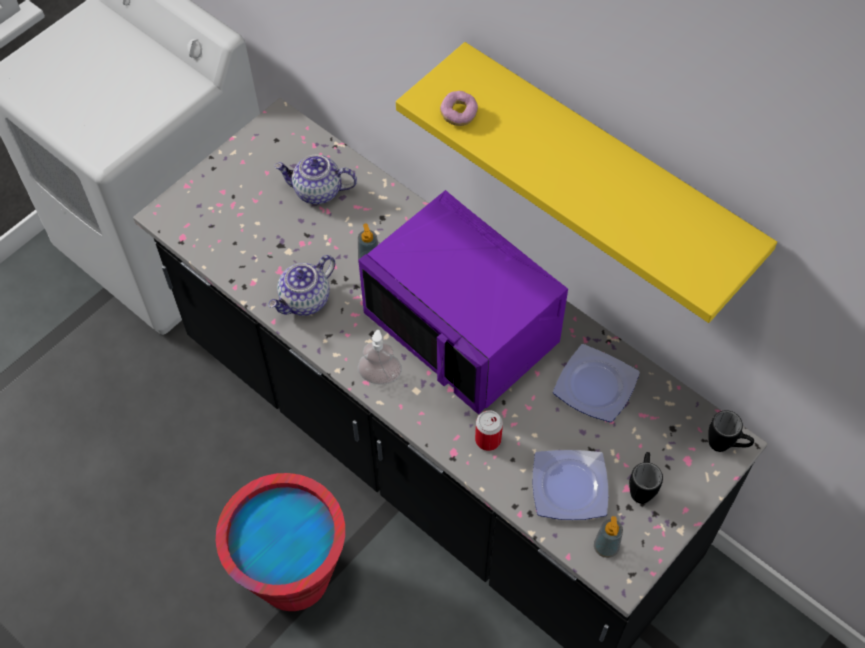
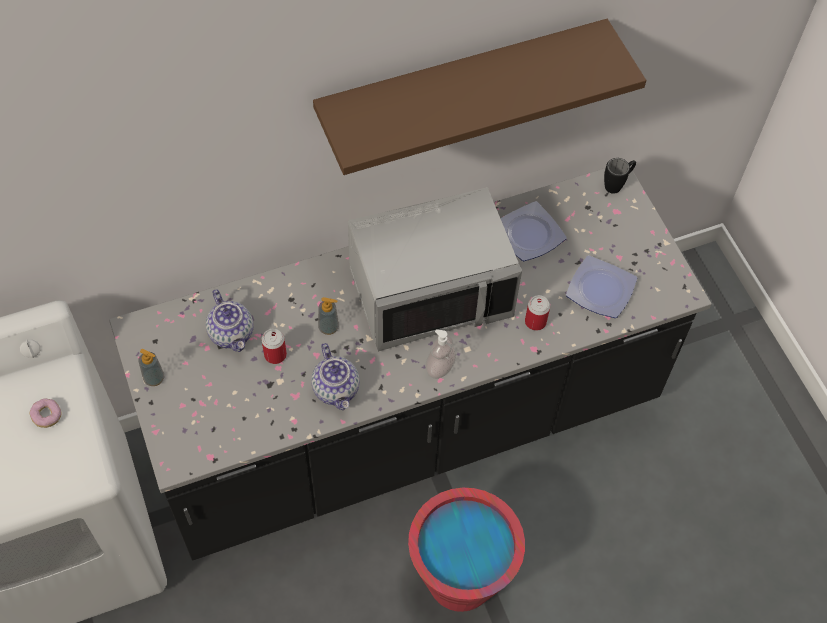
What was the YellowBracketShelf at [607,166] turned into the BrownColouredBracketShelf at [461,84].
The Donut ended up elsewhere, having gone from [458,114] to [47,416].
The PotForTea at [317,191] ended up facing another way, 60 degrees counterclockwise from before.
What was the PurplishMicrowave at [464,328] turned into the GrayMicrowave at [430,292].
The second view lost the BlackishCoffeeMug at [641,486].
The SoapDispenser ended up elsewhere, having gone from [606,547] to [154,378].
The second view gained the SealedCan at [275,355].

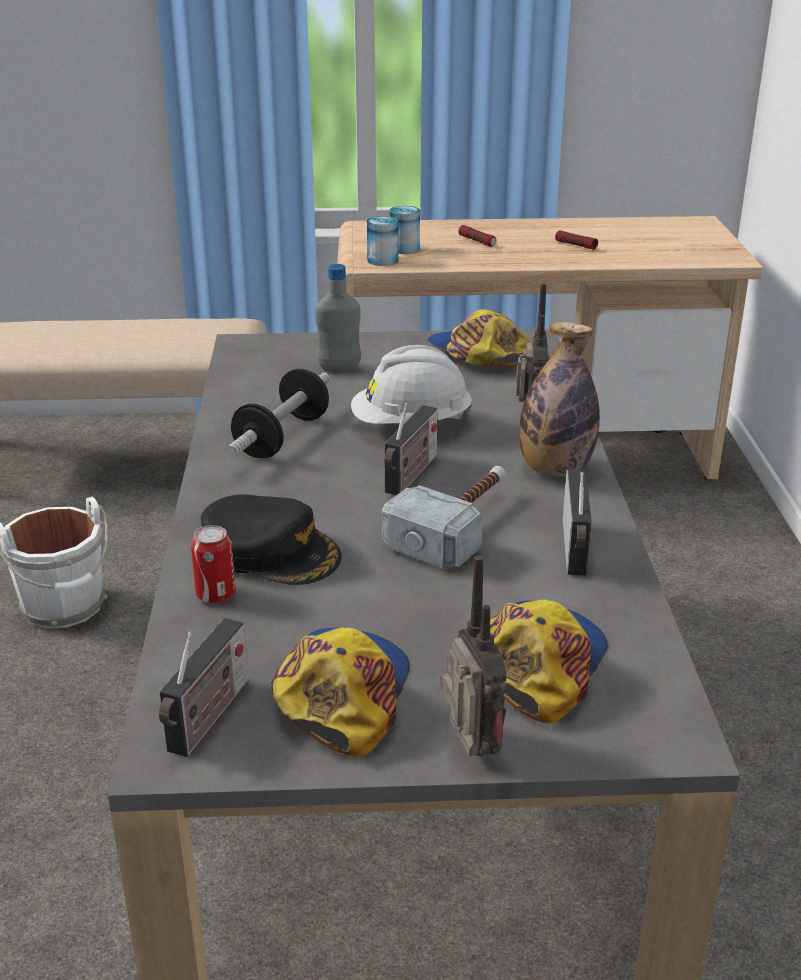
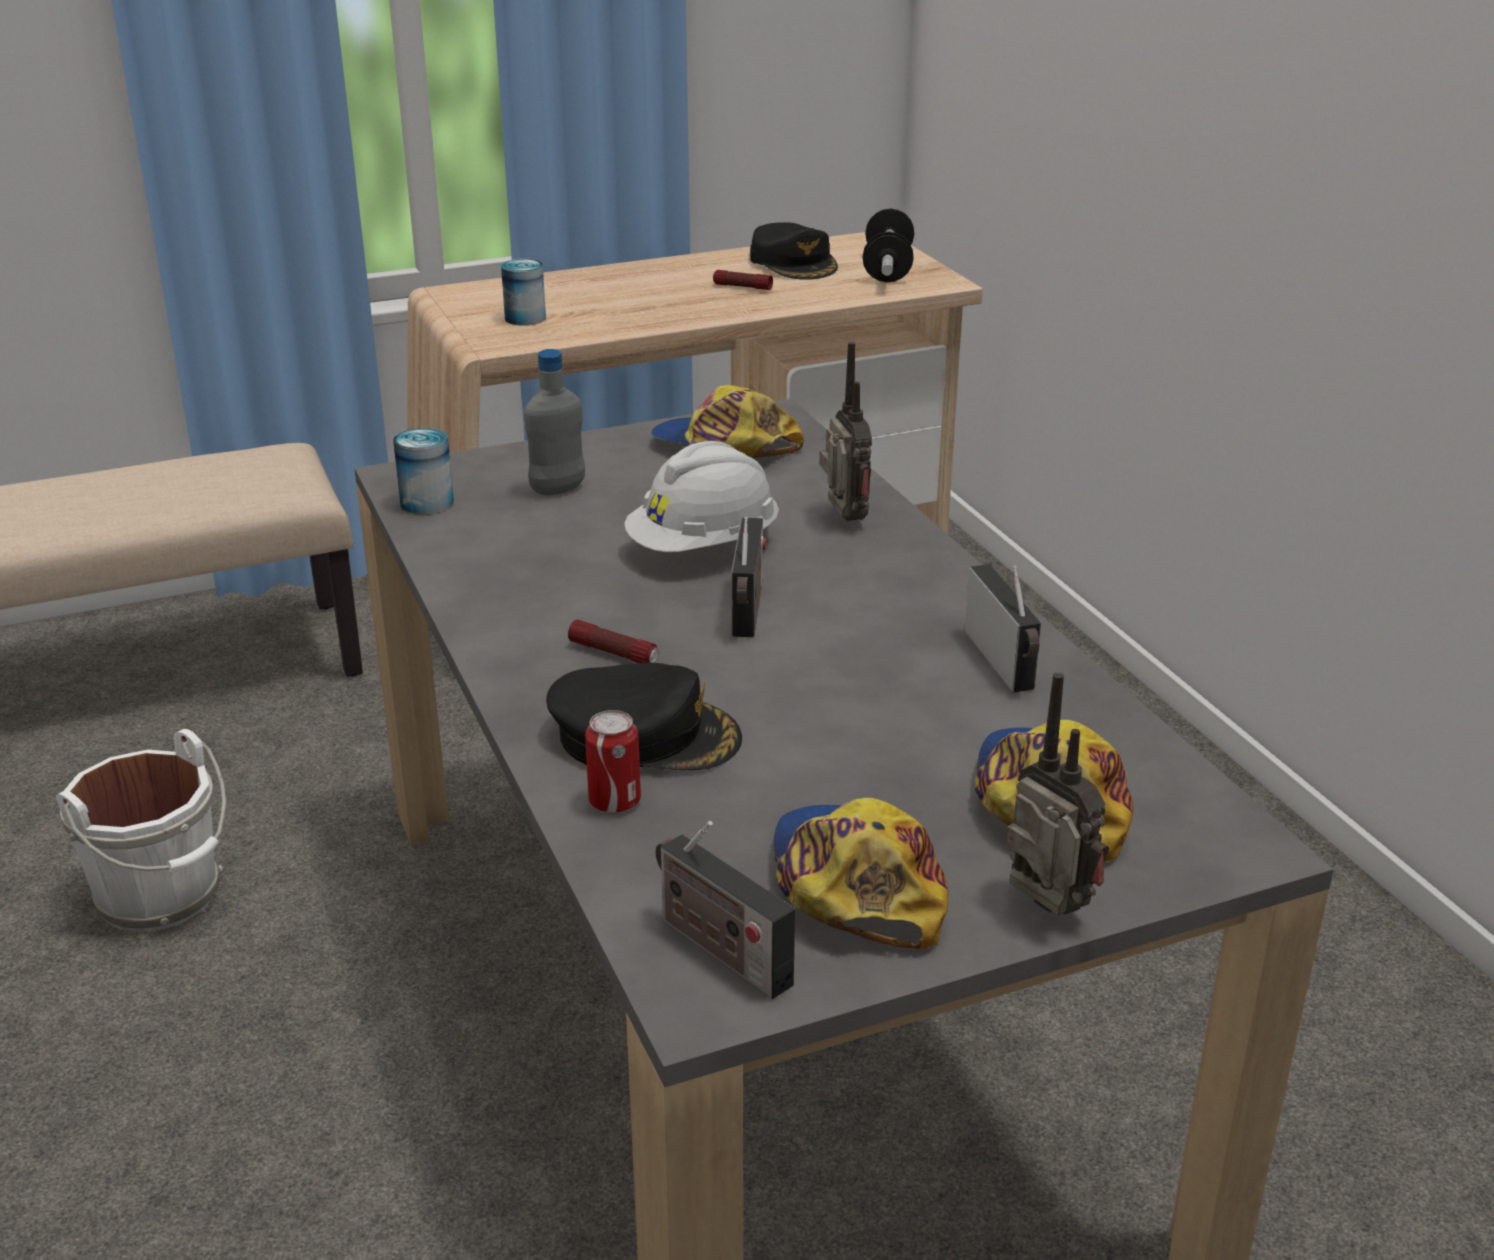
The SealedCan ended up elsewhere, having gone from [382,260] to [427,503].
The HandTorch ended up elsewhere, having gone from [477,241] to [614,653].
The second view lost the Bottle at [555,469].
The HandWeight ended up elsewhere, having gone from [282,437] to [887,269].
The second view lost the HandHammer at [458,526].
The RadioReceiver at [207,719] ended up facing another way, 135 degrees clockwise from before.
The second view gained the BlackishBaseballCap at [794,263].

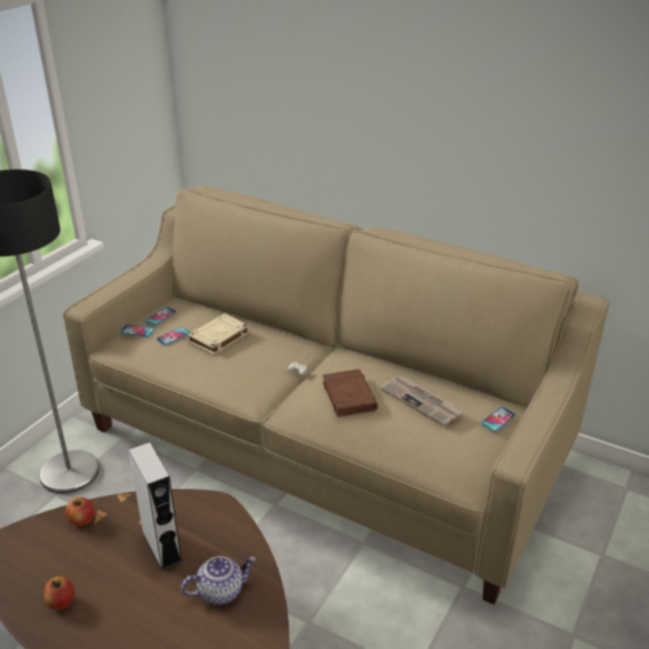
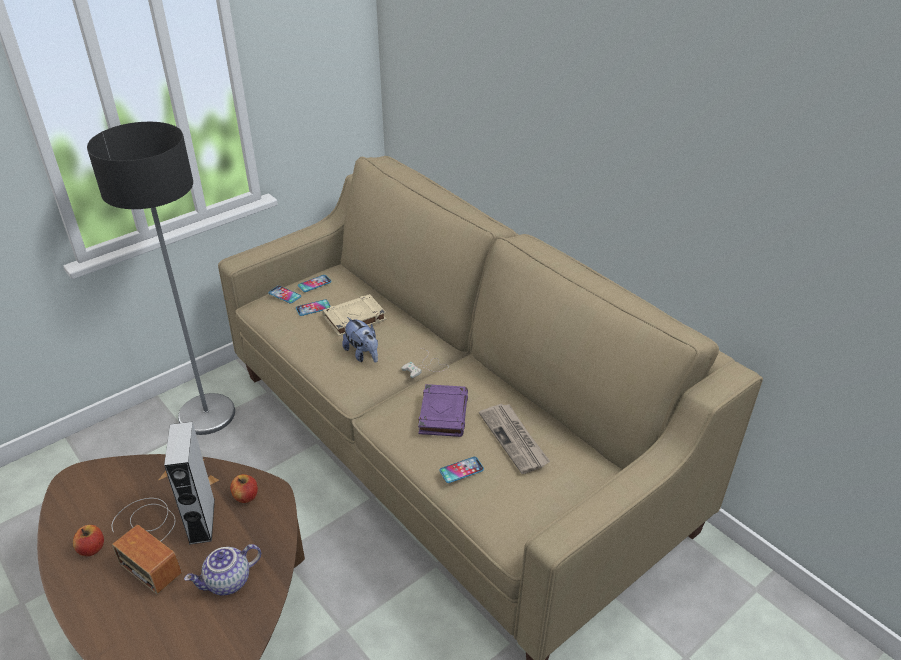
What was the BrownColouredBook at [348,396] turned into the PurplishBook at [443,413].
The Handset ended up elsewhere, having gone from [498,419] to [461,470].
The Apple ended up elsewhere, having gone from [82,520] to [246,496].
The PotForTea at [221,591] ended up facing another way, 150 degrees clockwise from before.
The second view gained the CuddlyToy at [363,354].
The second view gained the RadioReceiver at [149,540].

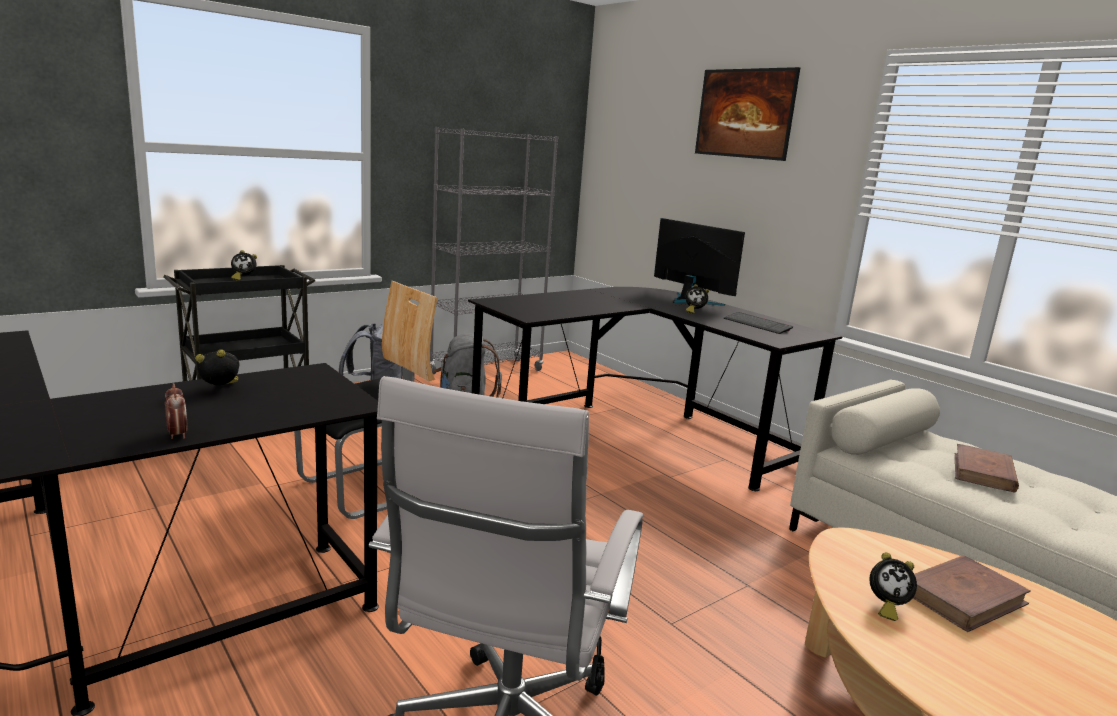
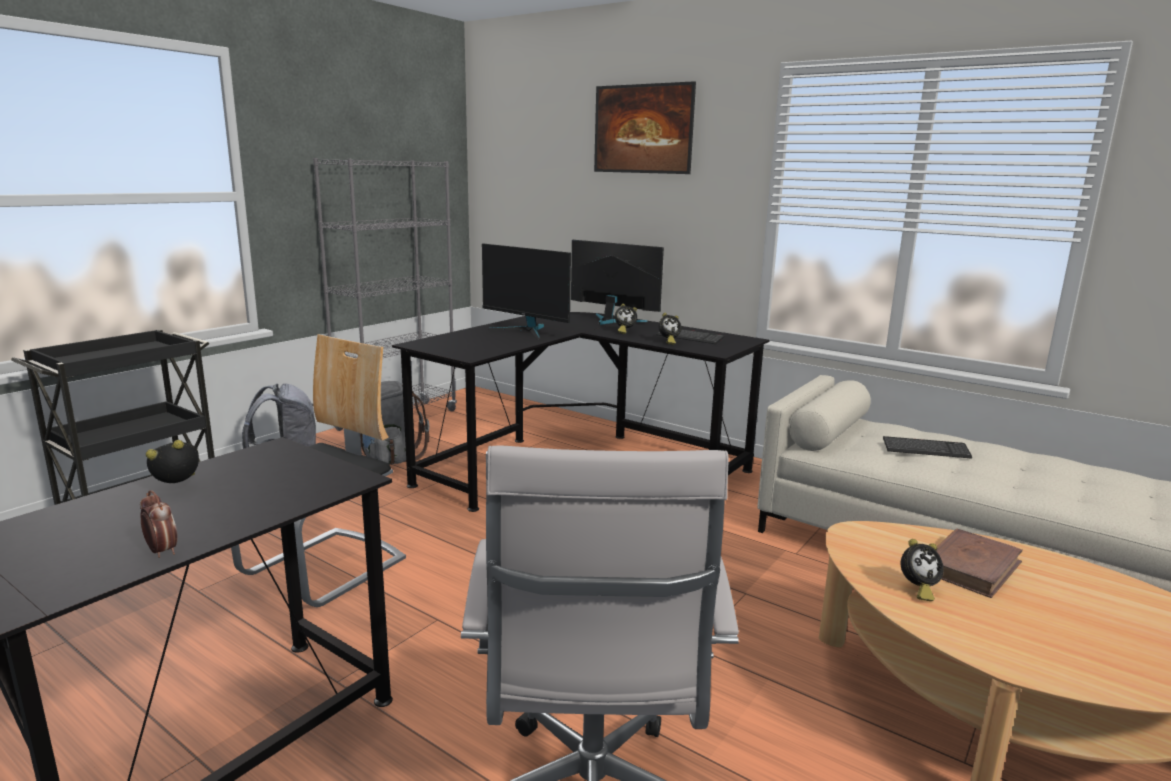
The BedsideClock ended up elsewhere, having gone from [243,279] to [668,342].
Where the BrownColouredBook stood at [983,472], the PcKeyboard came to stand at [925,449].
The second view gained the ComputerDisplay at [526,330].

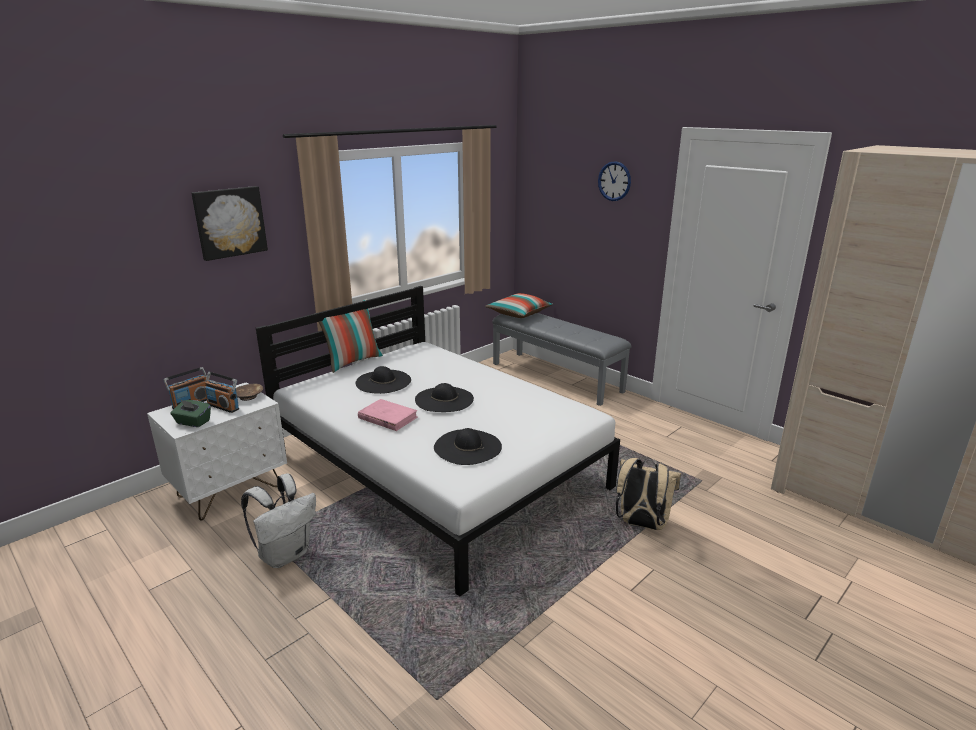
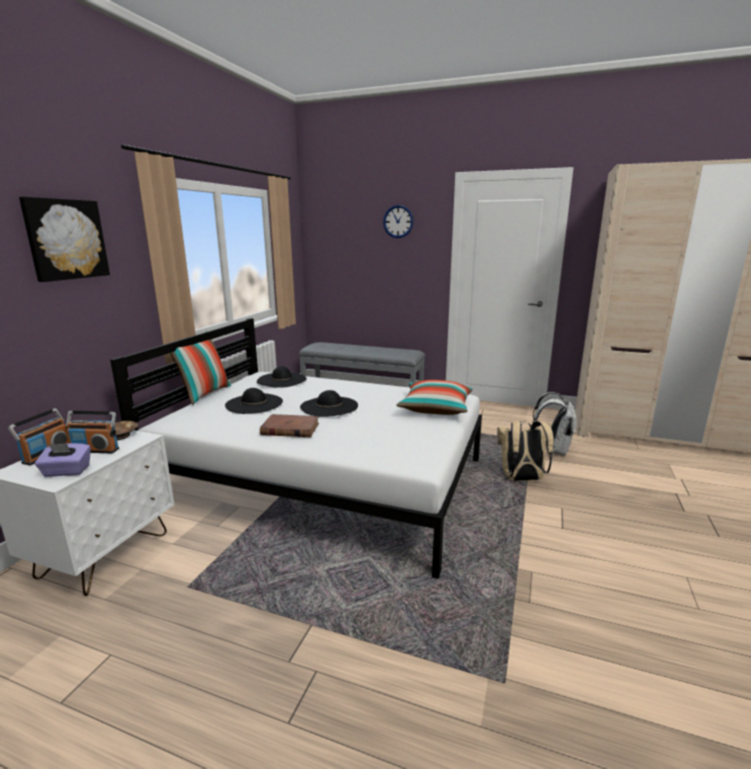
The Cushion ended up elsewhere, having gone from [519,314] to [435,408].
What was the PinkBook at [387,418] turned into the BrownColouredBook at [290,429].
What was the GreenishBoxOfTissues at [193,422] turned into the PurplishBoxOfTissues at [67,471].
The BlackishWearableHat ended up elsewhere, having gone from [467,447] to [281,380].
The WhiteBackpack ended up elsewhere, having gone from [285,554] to [553,450].

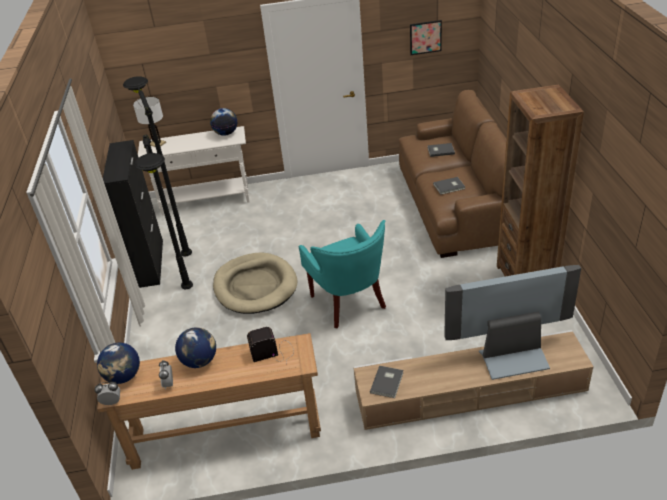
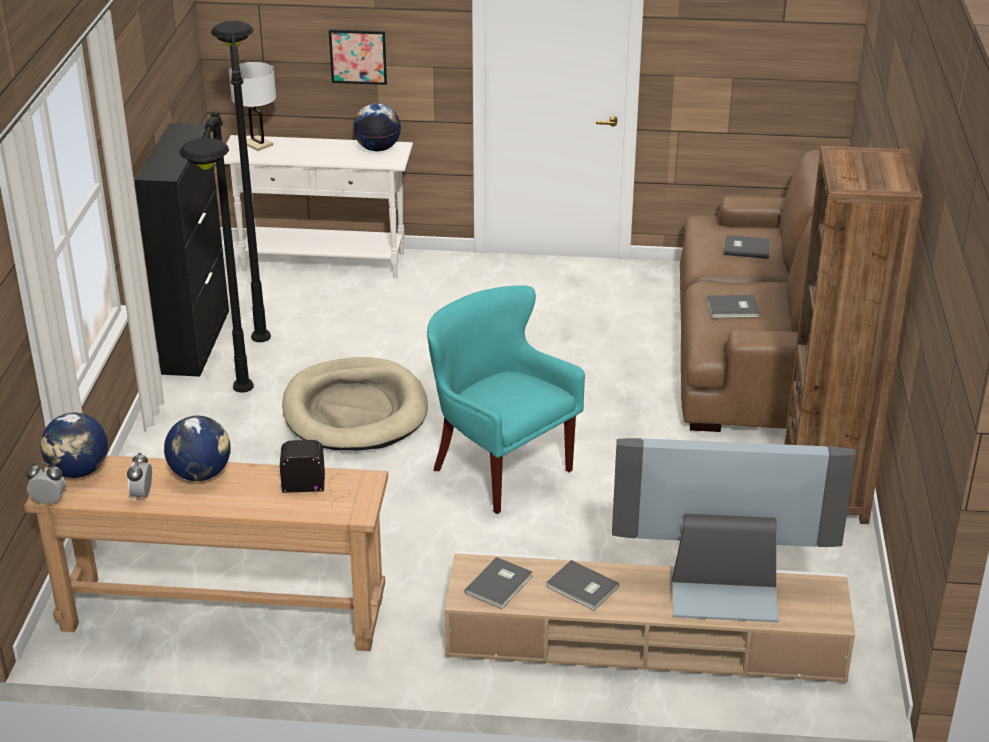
The WallArt ended up elsewhere, having gone from [425,37] to [358,56].
The TurquoiseColouredLoungeChair at [348,303] ended up facing another way, 150 degrees clockwise from before.
The second view gained the GrayBook at [582,588].

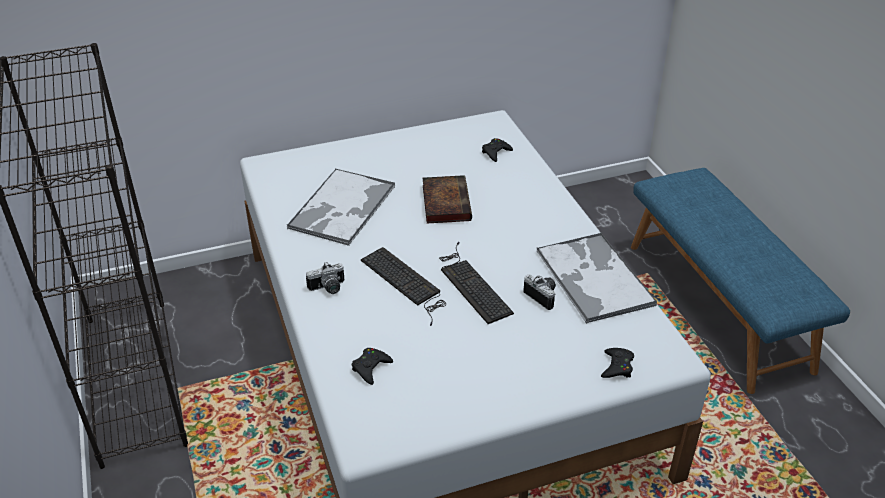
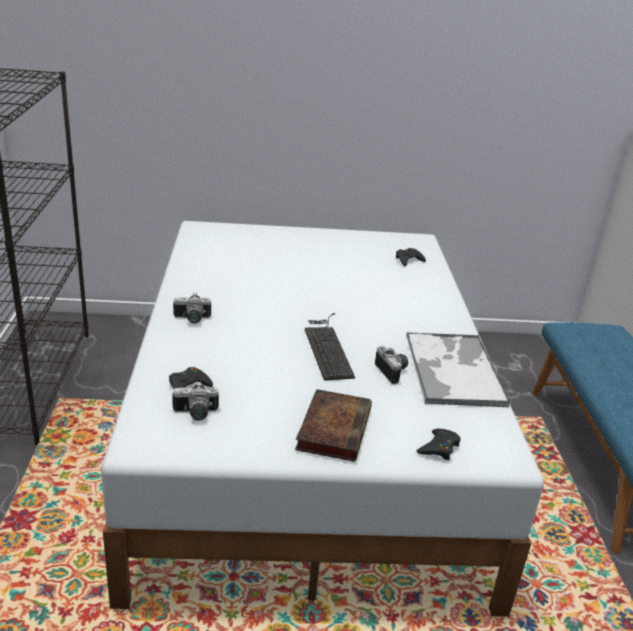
The second view lost the CarryingTray at [342,208].
The Book ended up elsewhere, having gone from [445,202] to [333,428].
The second view lost the PcKeyboard at [405,283].
The second view gained the PhotoCamera at [195,414].

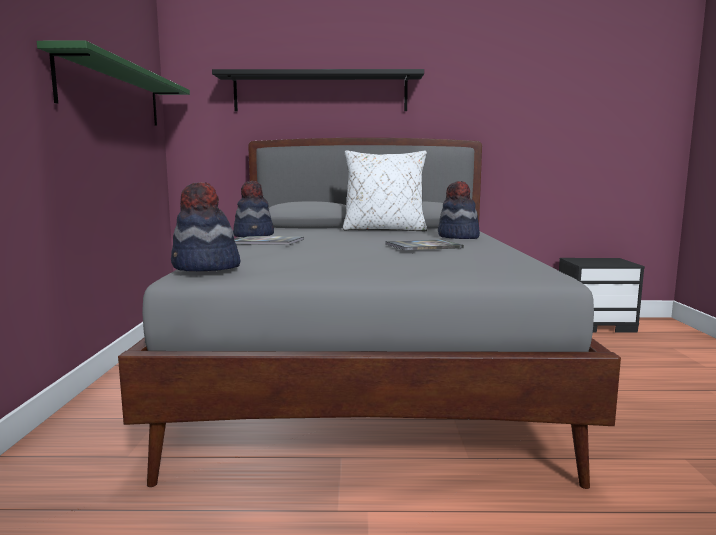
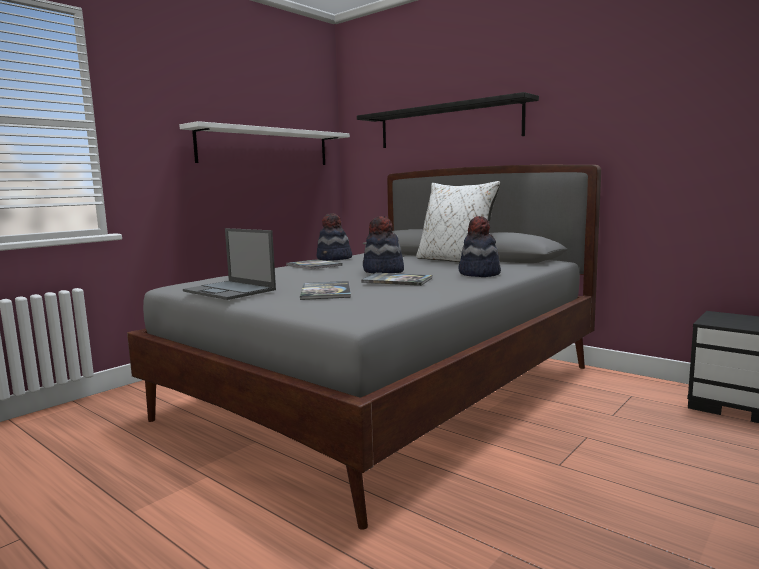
What was the GreenishBracketShelf at [113,93] turned into the WhiteBracketShelf at [265,147].
The WearableHat ended up elsewhere, having gone from [205,267] to [383,271].
The second view gained the Laptop at [230,290].
The second view gained the Book at [326,292].

